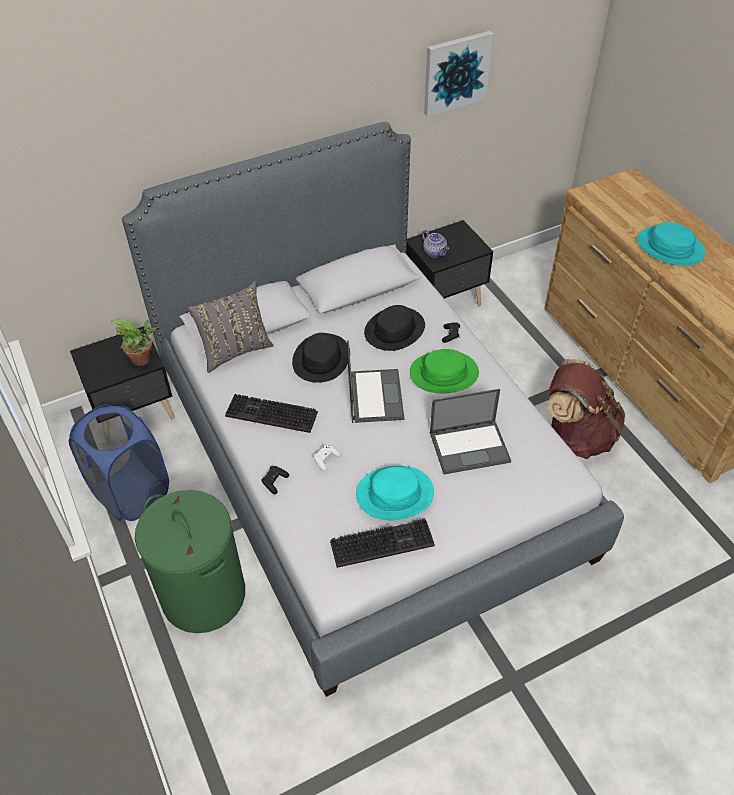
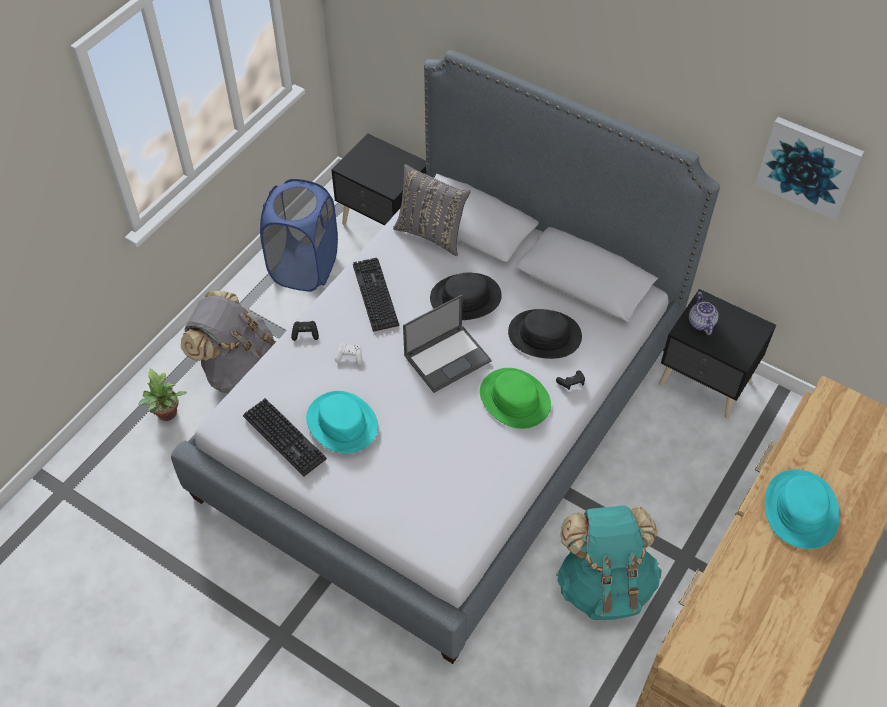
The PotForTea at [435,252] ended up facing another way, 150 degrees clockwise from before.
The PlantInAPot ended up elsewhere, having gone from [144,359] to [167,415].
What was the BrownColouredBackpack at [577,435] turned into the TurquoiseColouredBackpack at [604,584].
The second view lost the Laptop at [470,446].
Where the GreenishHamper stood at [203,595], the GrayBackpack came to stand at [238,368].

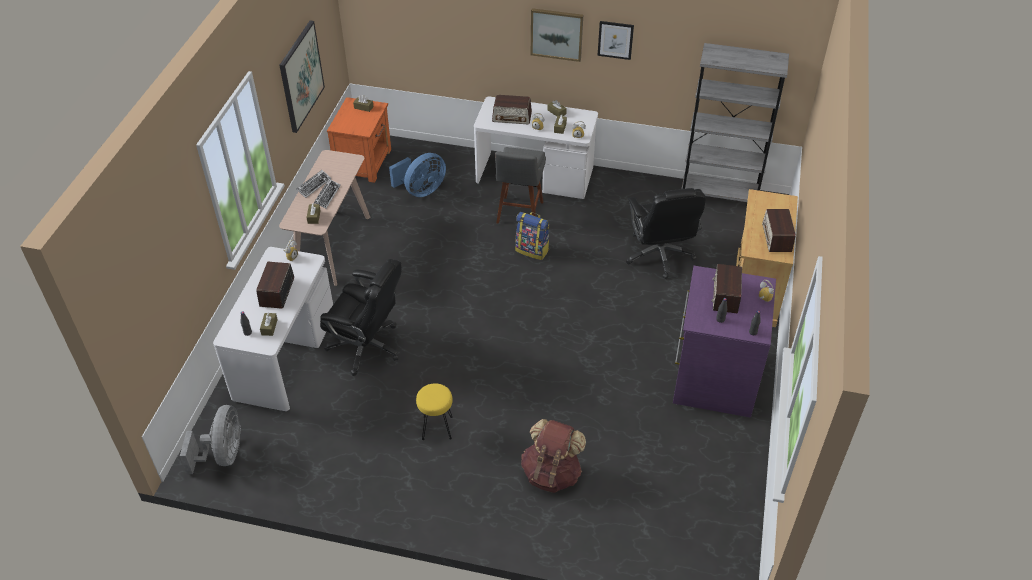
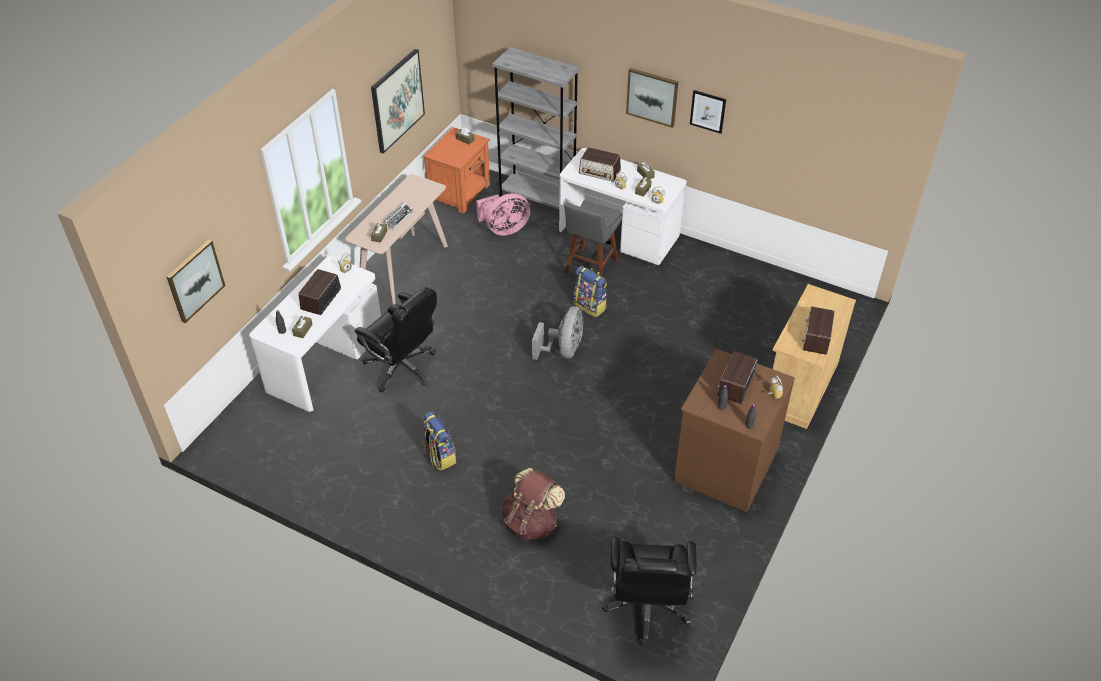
The GrayBookshelf ended up elsewhere, having gone from [719,196] to [537,199].
What was the BlueElectricFan at [421,191] turned into the PinkElectricFan at [504,229].
The second view lost the PcKeyboard at [314,185].
The BlackishComputerChair ended up elsewhere, having gone from [659,255] to [647,607].
What was the PurplishDresser at [713,377] turned into the BrownColouredDresser at [724,465].
Where the YellowStool stood at [436,427], the Backpack came to stand at [439,456].
The GrayElectricFan ended up elsewhere, having gone from [223,454] to [563,350].
The second view gained the WallArt at [195,280].

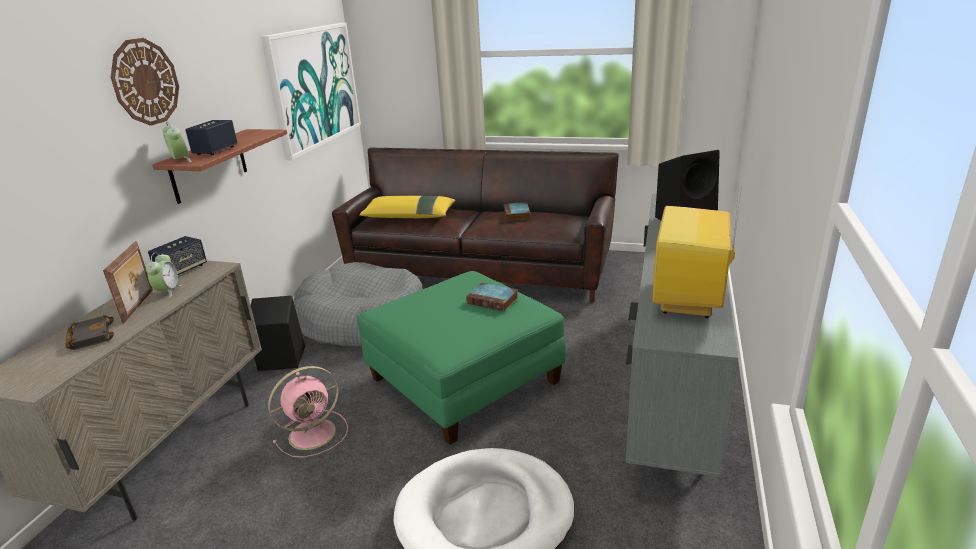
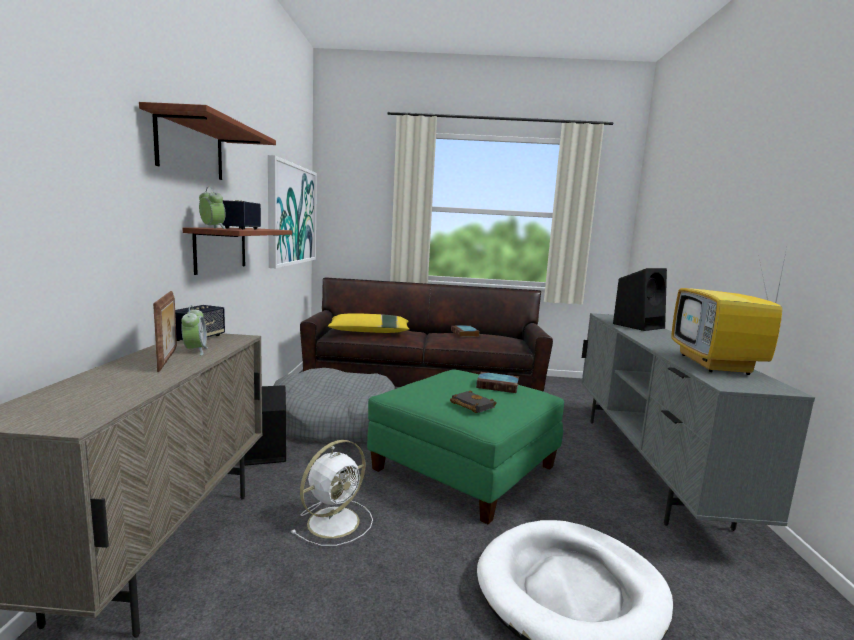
Where the HangingClock hung at [145,82], the BracketShelf came to hang at [191,148].
The BlackishBook ended up elsewhere, having gone from [90,336] to [470,405].
What was the PinkElectricFan at [314,433] turned into the WhiteElectricFan at [335,521].

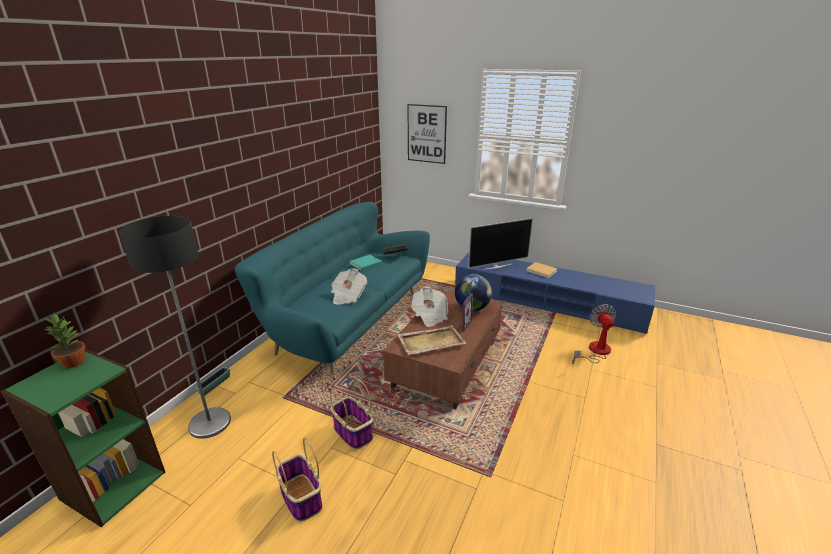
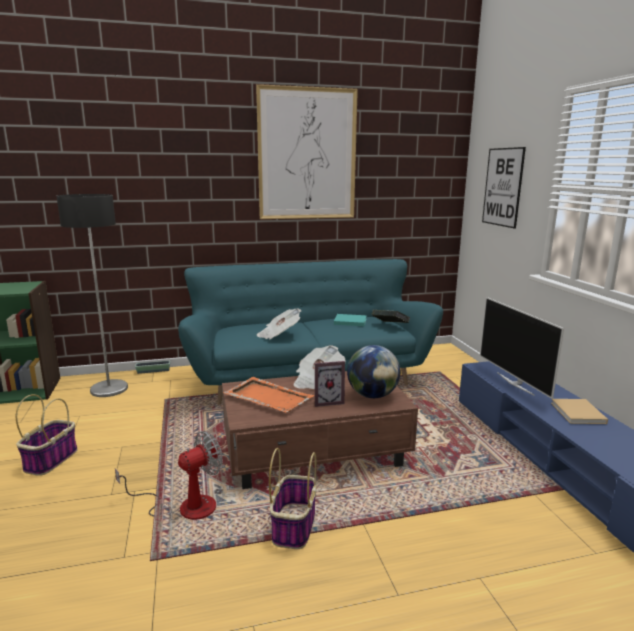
The Television at [496,266] ended up facing another way, 45 degrees clockwise from before.
The ElectricFan ended up elsewhere, having gone from [595,351] to [185,507].
The second view lost the PlantInAPot at [73,362].
What was the SandColouredCarryingTray at [430,342] turned into the OrangeColouredCarryingTray at [268,397].
The HouseholdBasket ended up elsewhere, having gone from [352,432] to [294,525].
The second view gained the WallArt at [307,154].

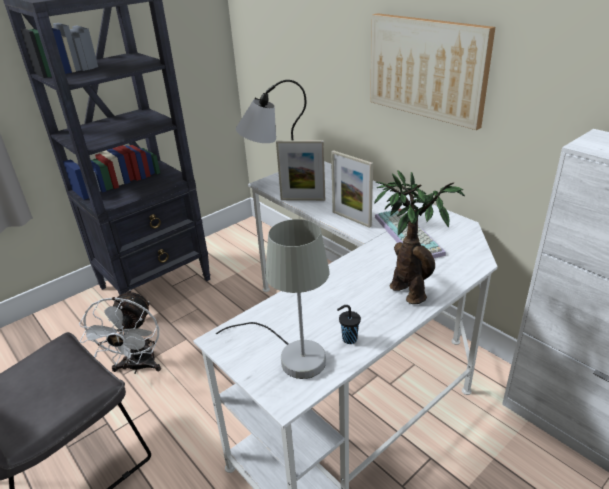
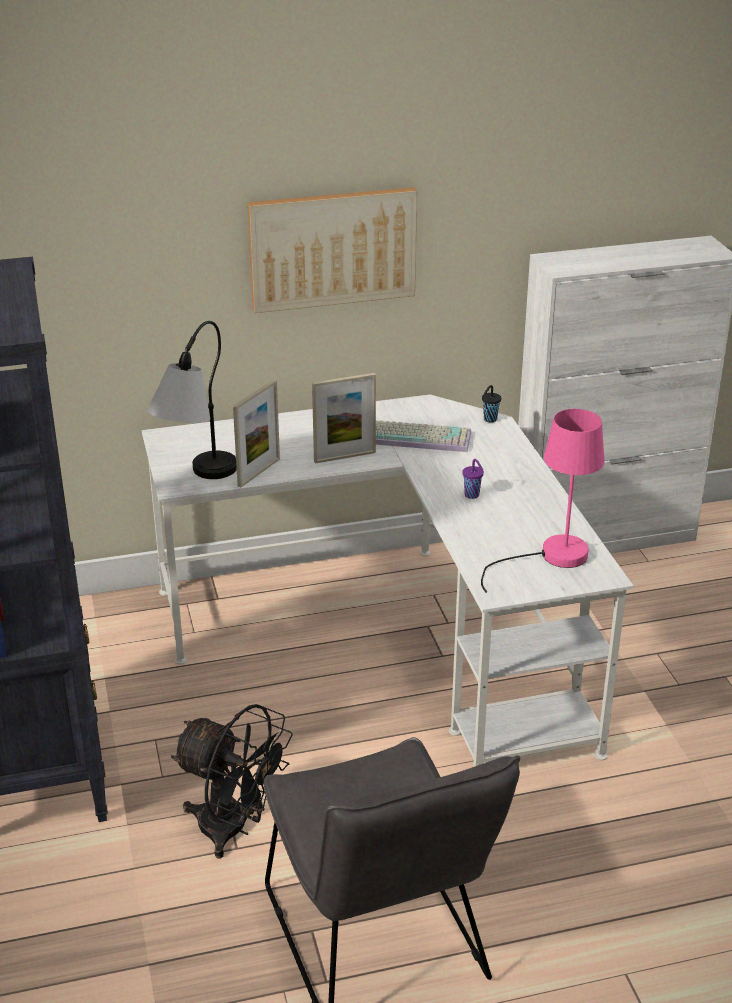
The second view lost the PlantInAPot at [406,289].
What was the GrayLampForATable at [292,355] turned into the PinkLampForATable at [551,558].
What was the WhiteElectricFan at [137,367] turned into the BlackishElectricFan at [234,829].
The BlackishCup ended up elsewhere, having gone from [348,339] to [489,420].
The second view gained the PurplishCup at [472,495].

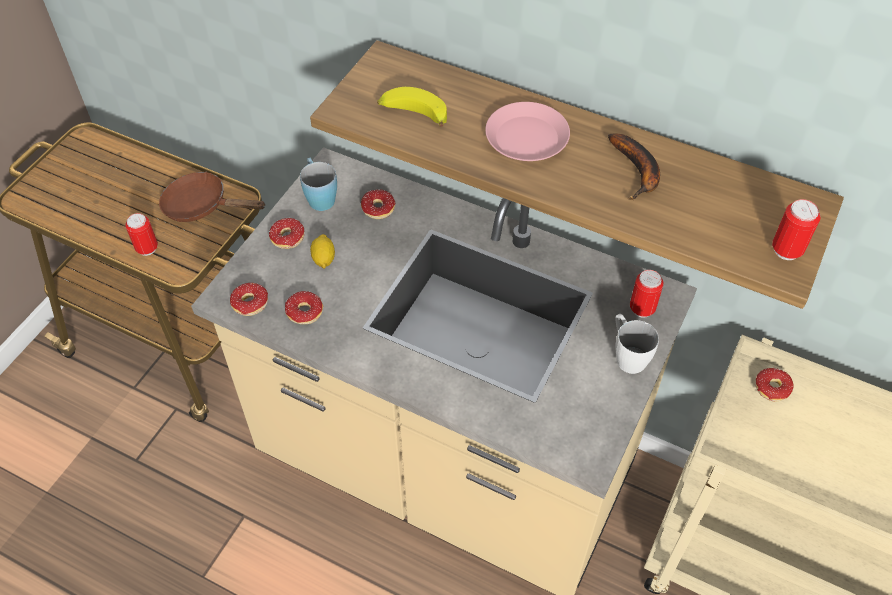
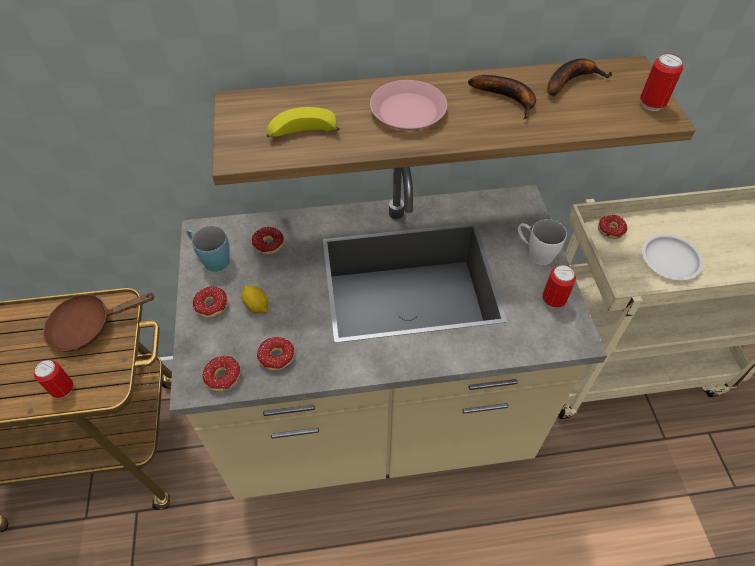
The SealedCan ended up elsewhere, having gone from [642,309] to [553,300].
The second view gained the WholeBanana at [571,80].
The second view gained the WhiteFlatDish at [669,260].

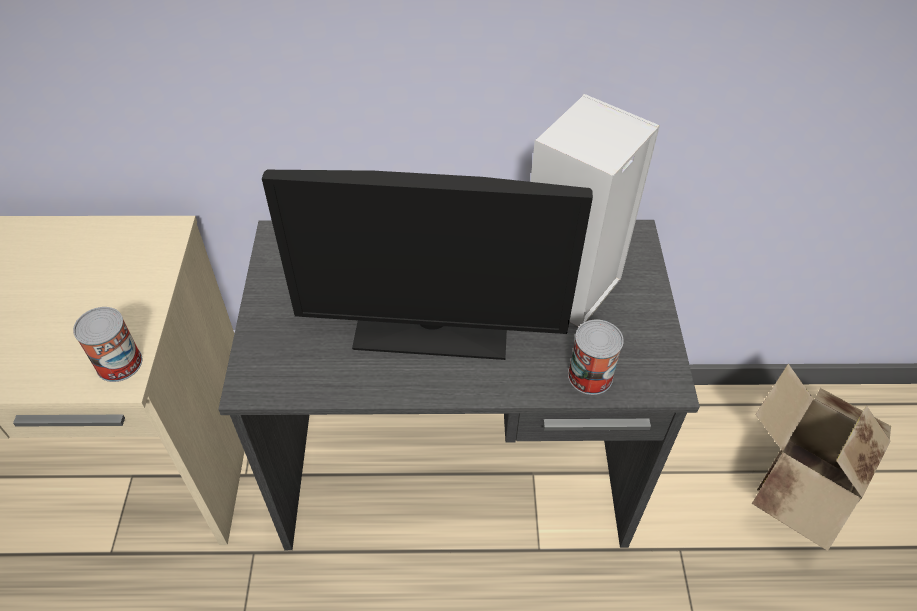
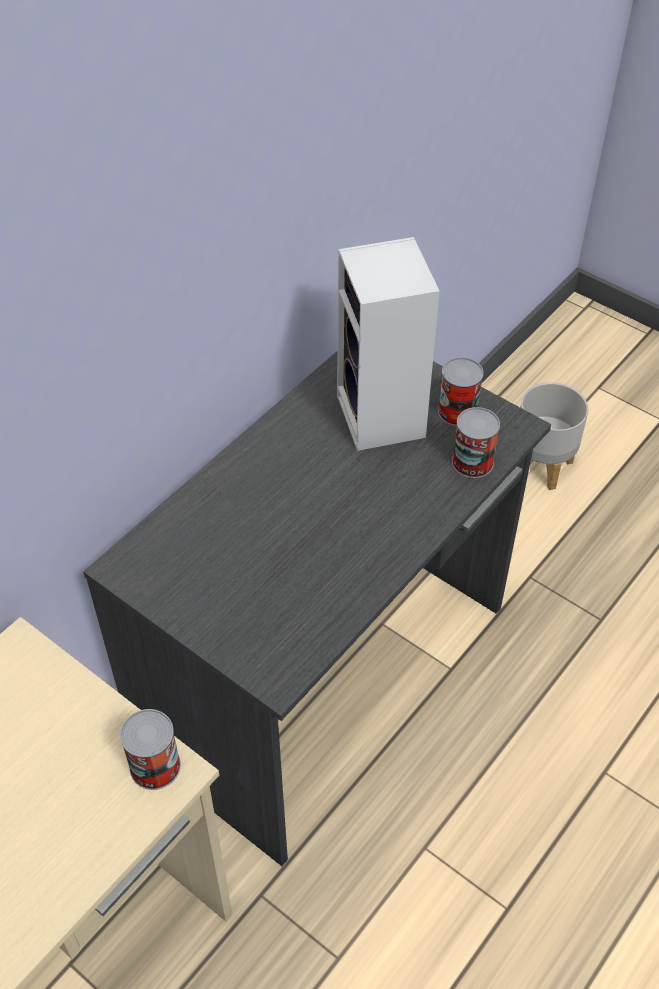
The second view lost the ComputerDisplay at [431,327].
Where the Carton stood at [796,484], the GrayFlowerPot came to stand at [542,466].
The second view gained the SealedCan at [457,411].

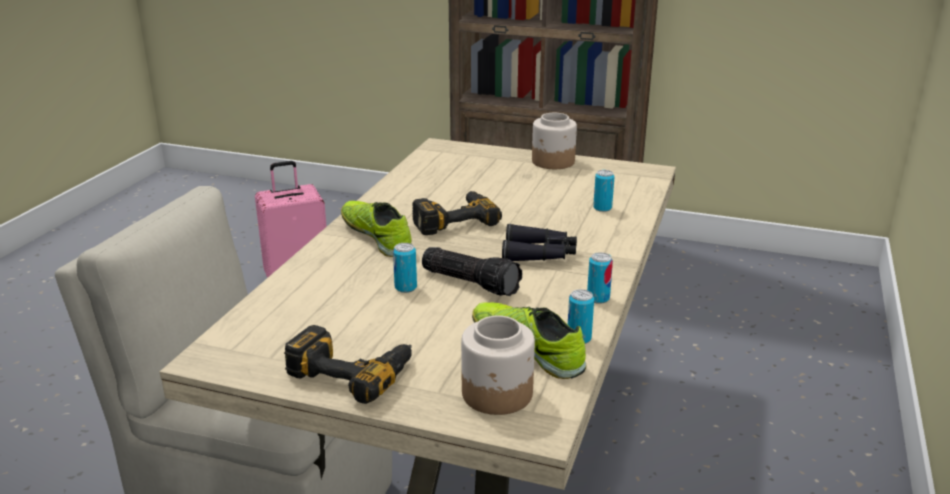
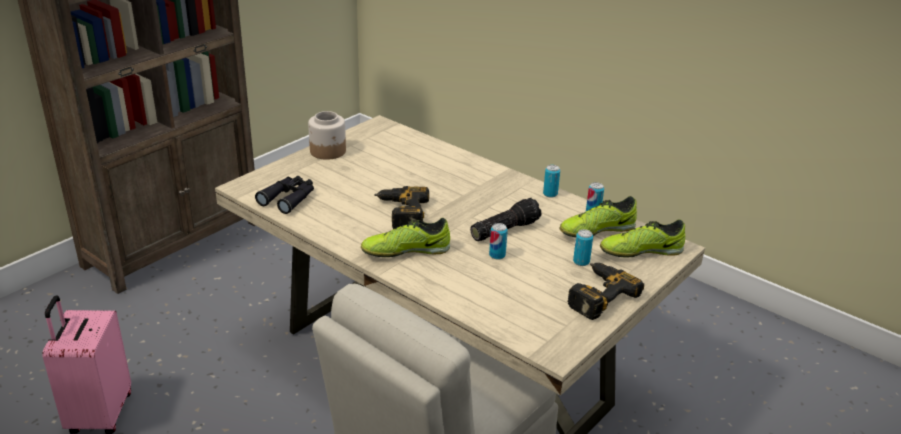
The SealedCan ended up elsewhere, having gone from [602,208] to [581,261].
The BlackishFieldGlasses ended up elsewhere, having gone from [540,254] to [289,198].
Where the Jar stood at [497,394], the Shoe came to stand at [640,251].

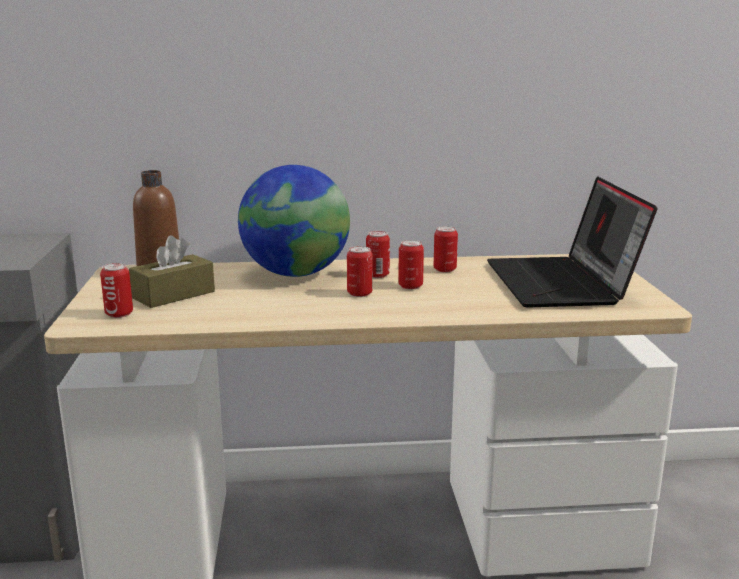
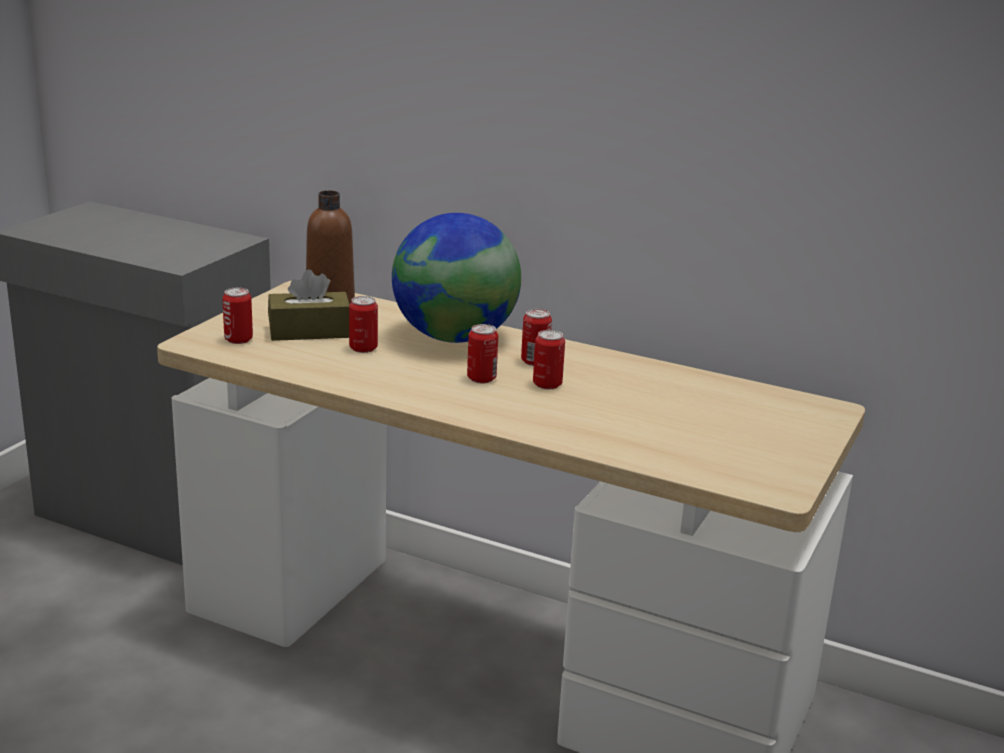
The second view lost the Laptop at [562,284].
The SealedCan ended up elsewhere, having gone from [444,269] to [363,348].

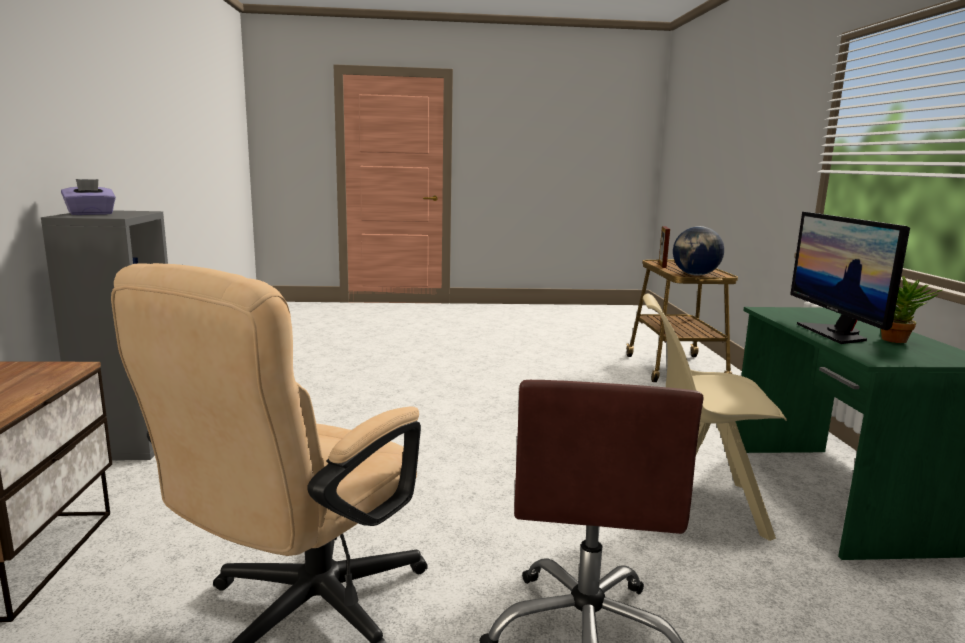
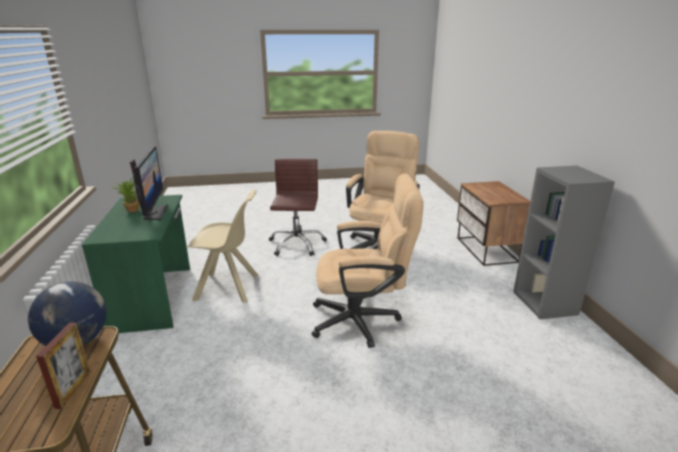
The second view lost the PurplishBoxOfTissues at [91,214].
The second view gained the SandColouredComputerChair at [363,320].

